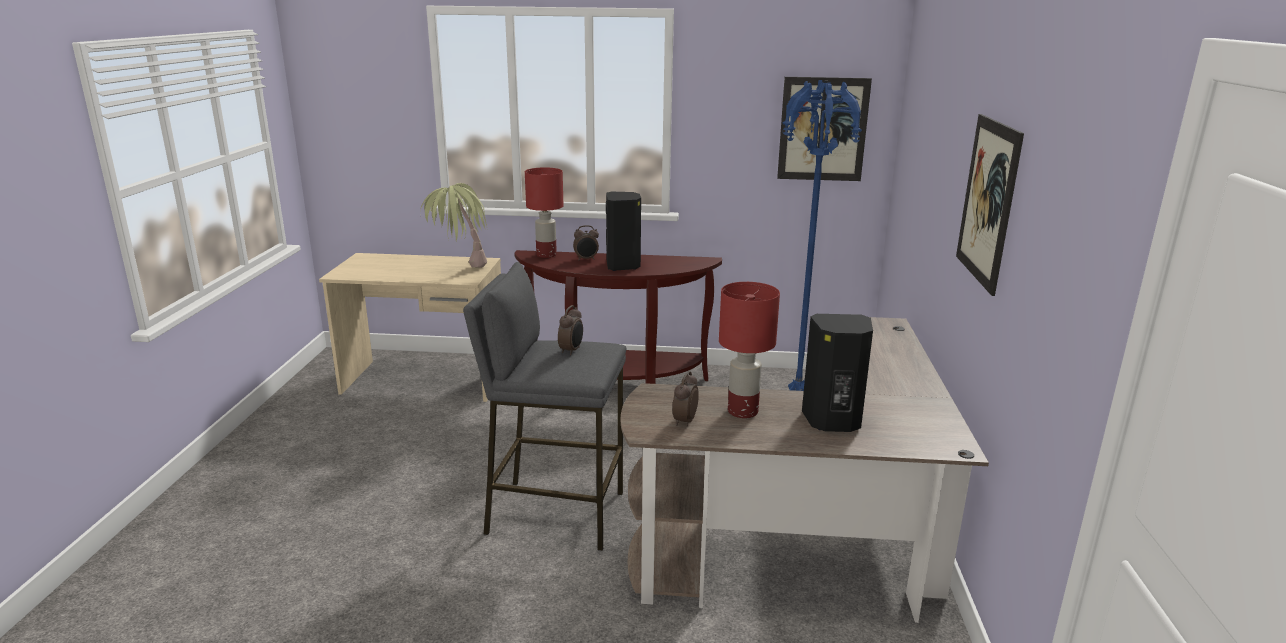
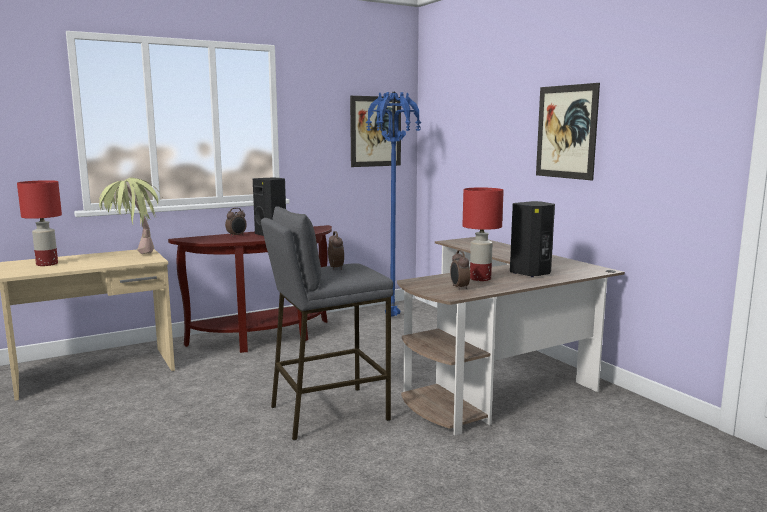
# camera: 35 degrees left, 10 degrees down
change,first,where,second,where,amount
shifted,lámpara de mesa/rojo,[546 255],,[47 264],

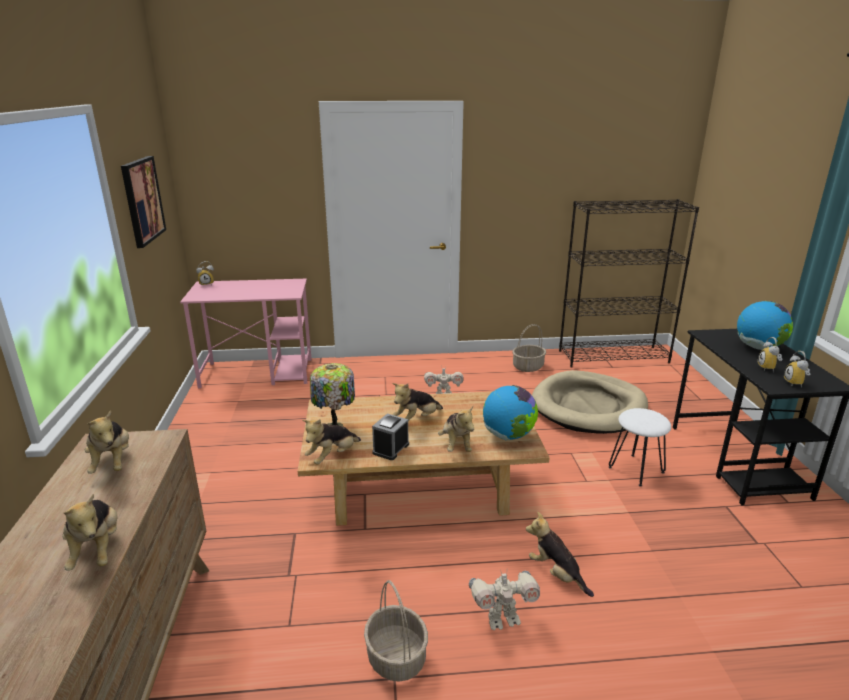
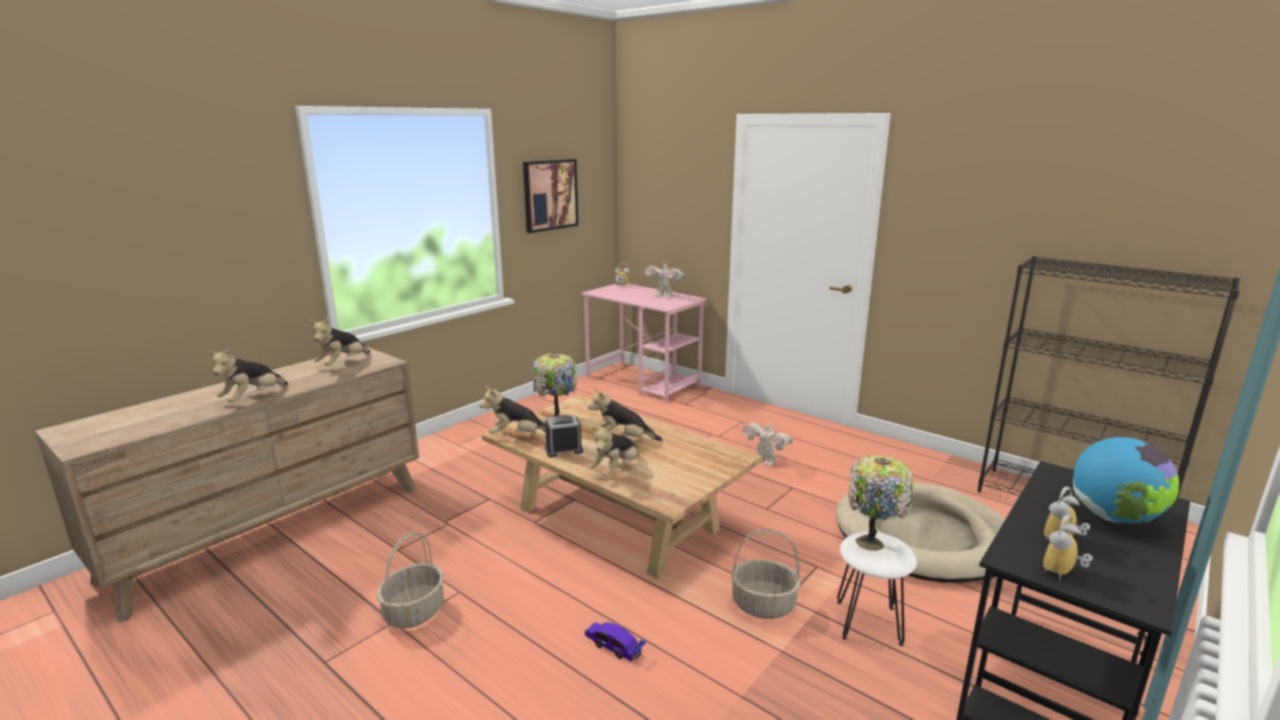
# camera: 45 degrees right, 5 degrees down
change,first,where,second,where,amount
swapped,peluche,[556 574],coche de juguete,[613 646],
shifted,robot de juguete,[502 619],,[664 296],
shifted,cesta,[528 367],,[764 604],
new,,,lámpara de mesa,[872 543],
gone,globo terráqueo,[508 436],,,

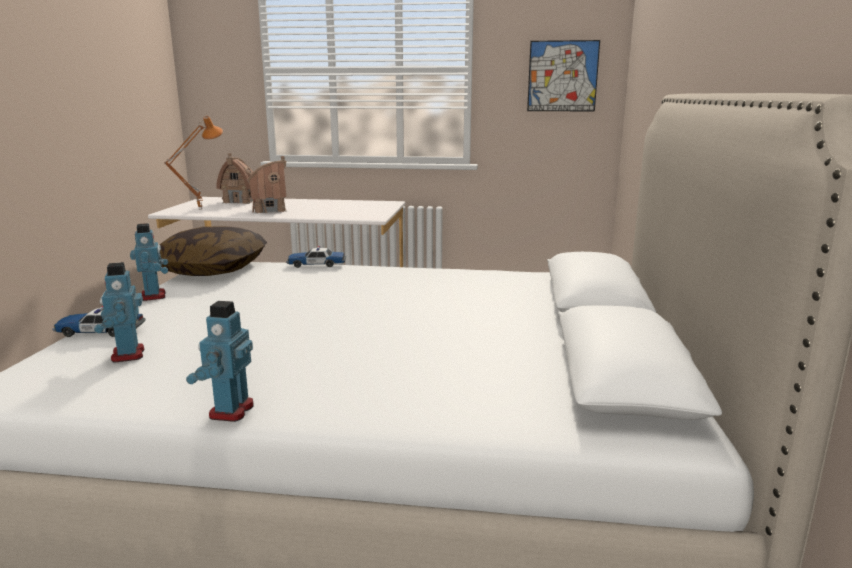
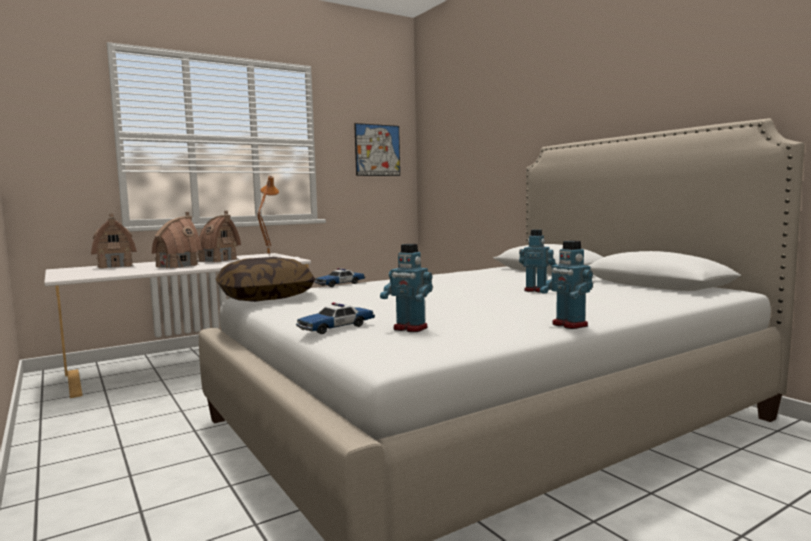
# camera: 40 degrees left, 10 degrees down
change,first,where,second,where,amount
new,,,casita,[218 260],
shifted,lámpara de mesa/naranja,[200 209],,[267 256],
shifted,robot de juguete,[154 296],,[536 290],

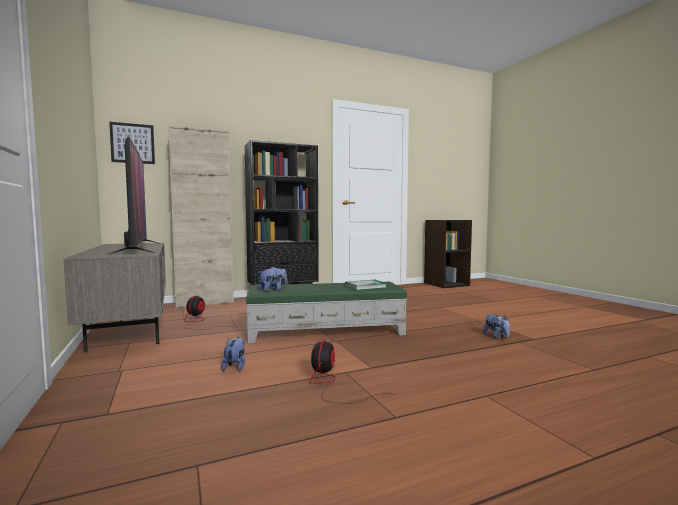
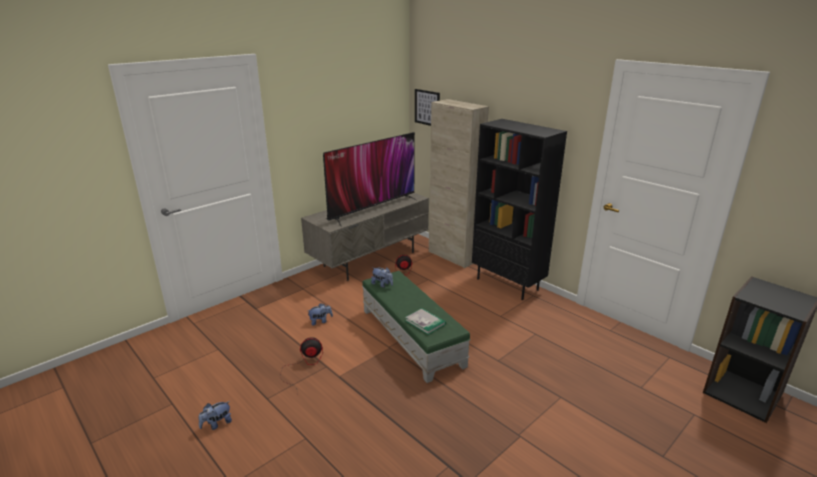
# camera: 70 degrees right, 20 degrees up
change,first,where,second,where,amount
shifted,peluche,[496 337],,[217 424],

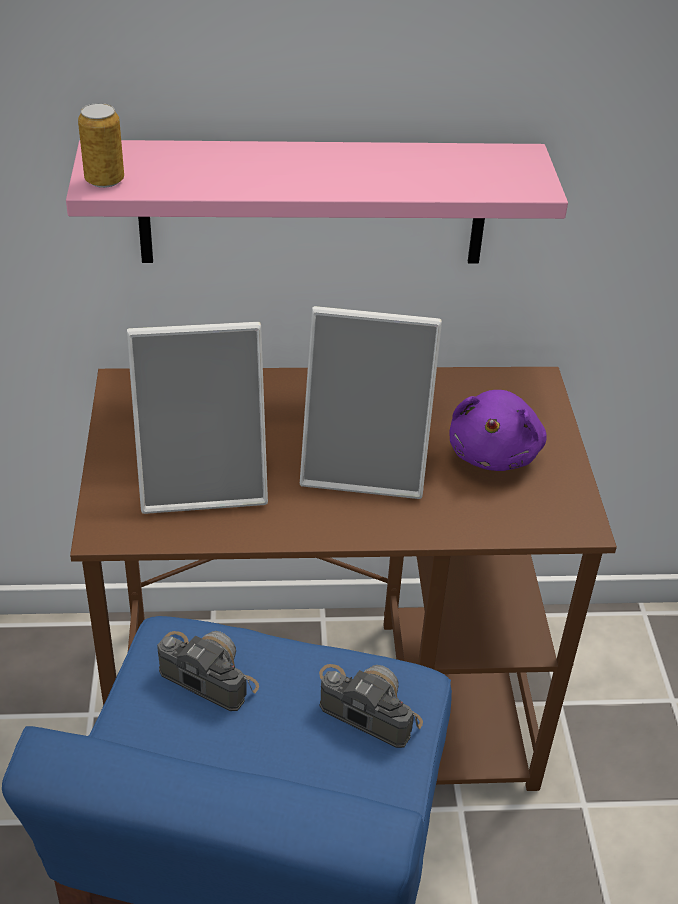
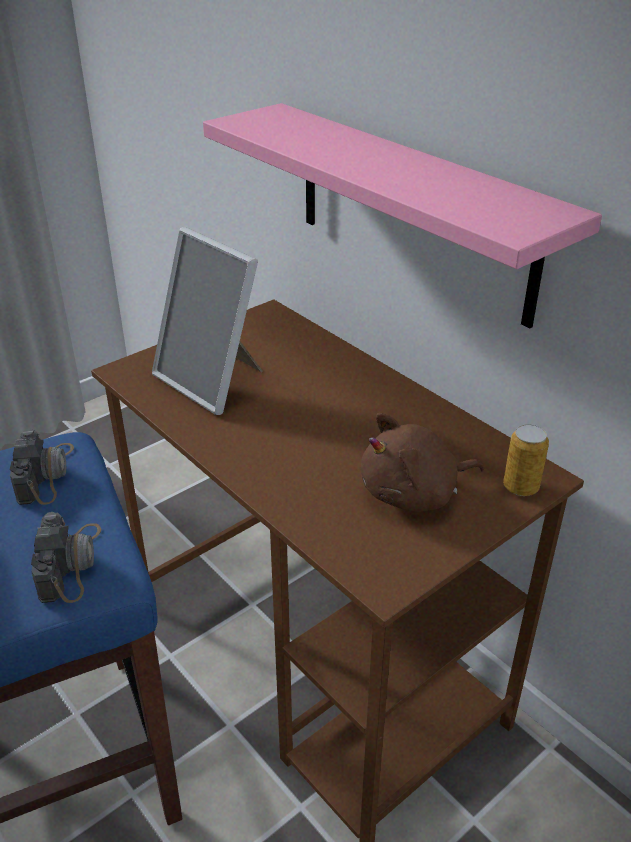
# camera: 55 degrees right, 5 degrees down
change,first,where,second,where,amount
repainted,peluche/morado,[494 453],peluche/marrón,[414 494],
shifted,lata,[104 180],,[520 487],
gone,portarretratos,[366 465],,,

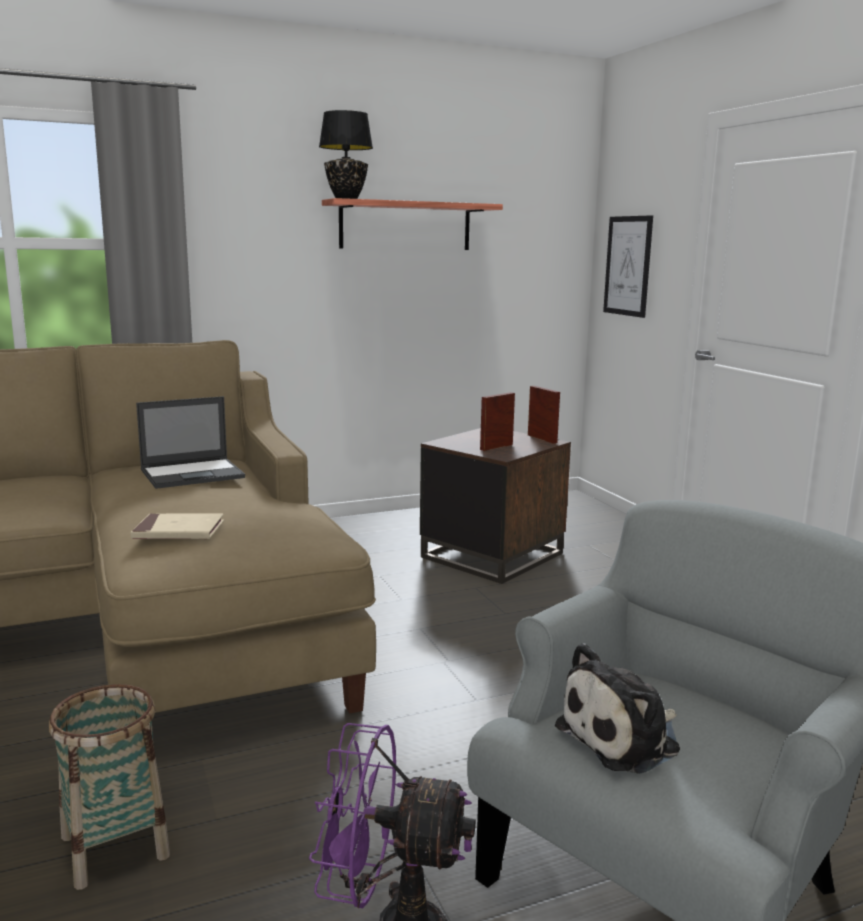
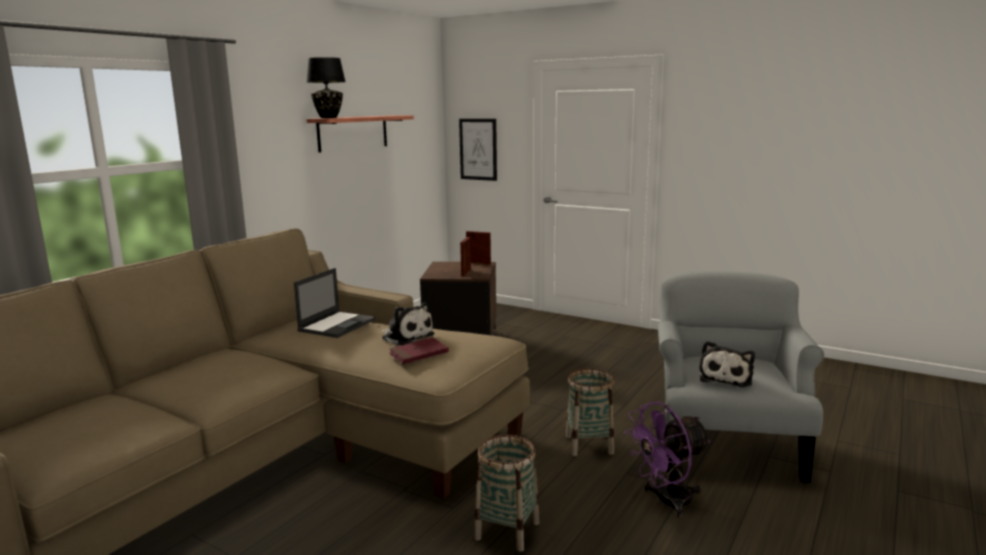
# camera: 35 degrees left, 0 degrees up
change,first,where,second,where,amount
new,,,peluche,[406 336],
repainted,libro/beis,[178 531],libro/rojo,[419 353],
new,,,cesta,[589 445],

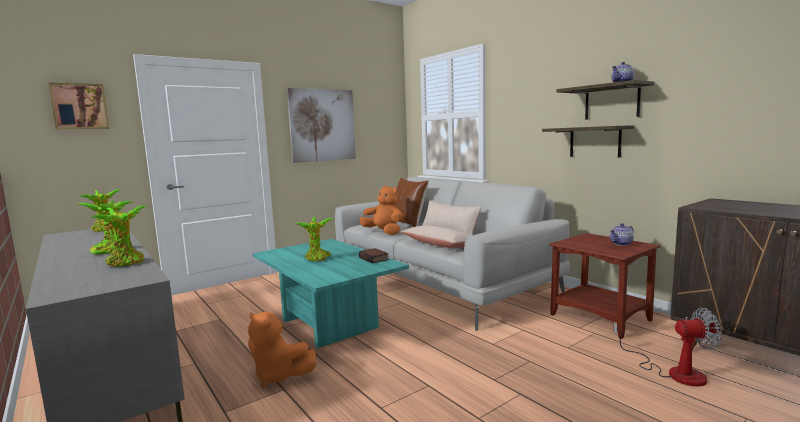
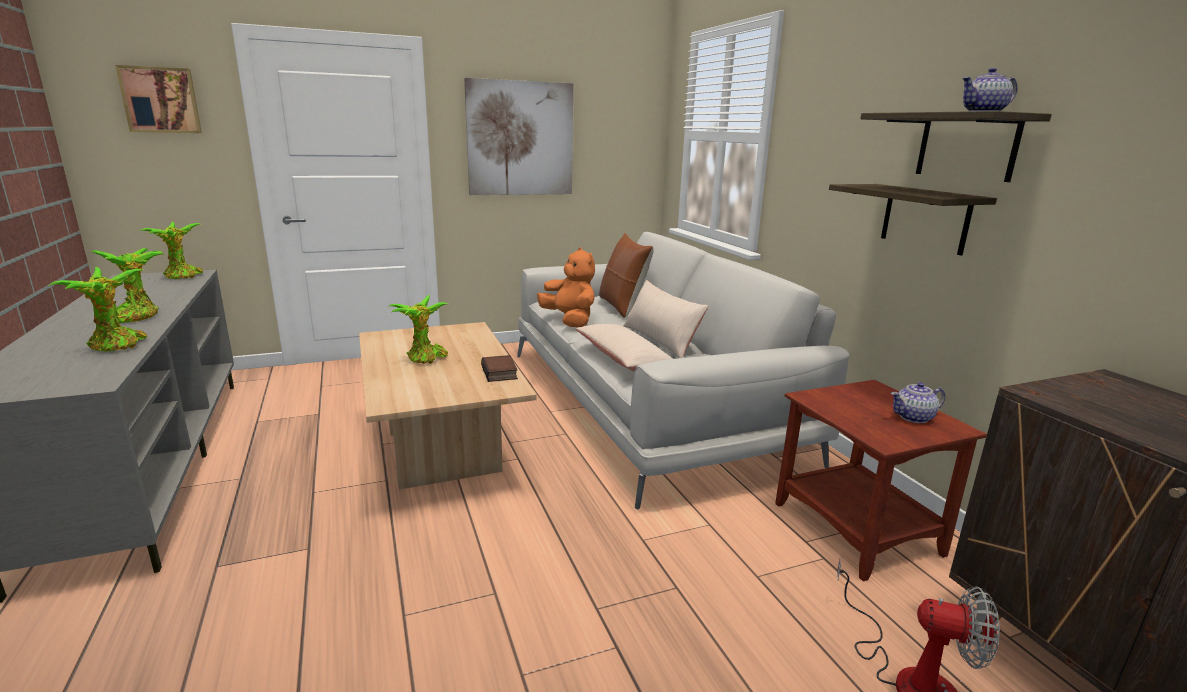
# camera: 15 degrees right, 10 degrees up
change,first,where,second,where,amount
repainted,mesa de centro/turquesa,[329 324],mesa de centro/beis,[443 451],
gone,peluche/naranja,[278 376],,,

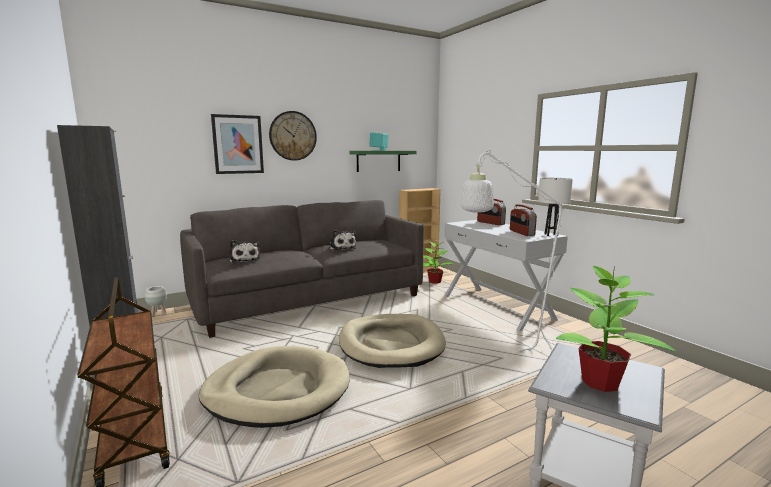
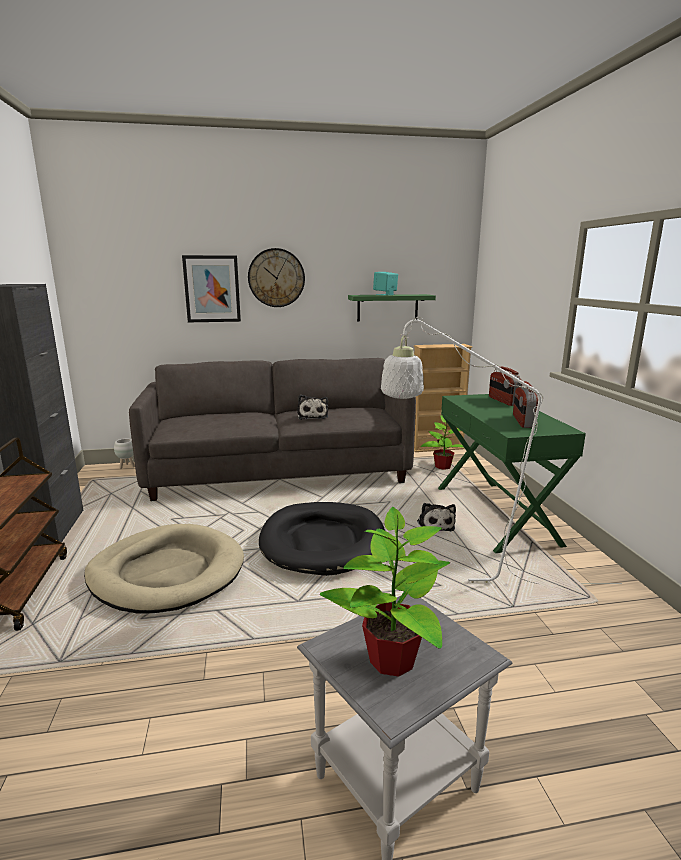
# camera: 20 degrees right, 5 degrees up
change,first,where,second,where,amount
repainted,cama para perro/beis,[391 344],cama para perro/negro,[323 541],
shifted,peluche,[244 260],,[435 525],
repainted,mesa consola/blanco,[497 307],mesa consola/verde,[495 514],
gone,lámpara de mesa/blanco,[551 235],,,

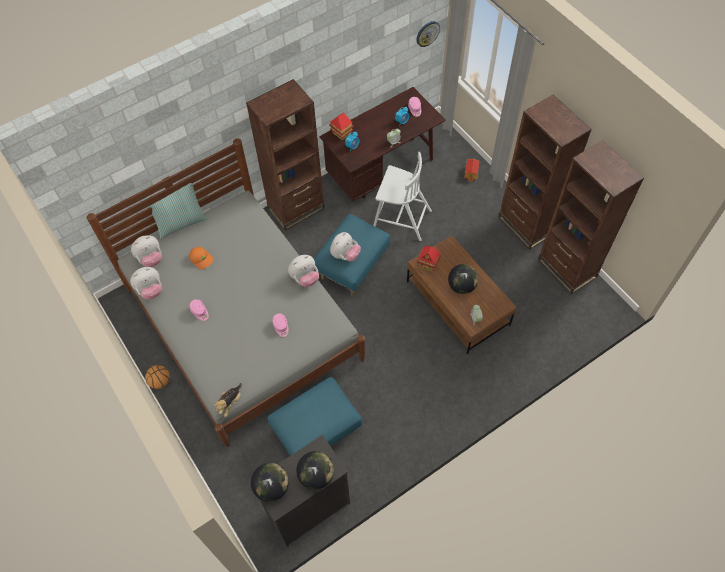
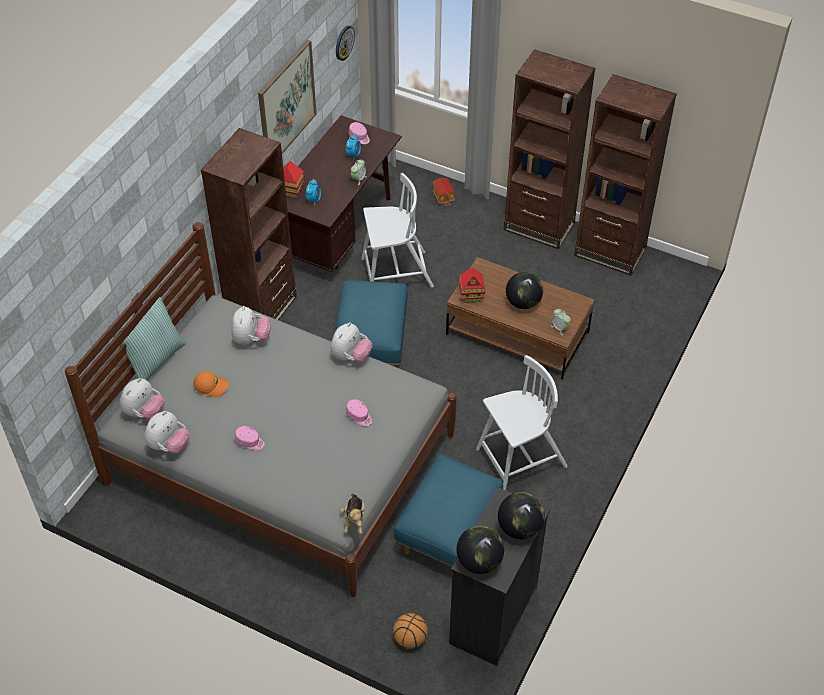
# camera: 30 degrees left, 10 degrees down
change,first,where,second,where,amount
shifted,peluche,[345 255],,[251 339],
new,,,cuadro,[286 103],
shifted,balón de baloncesto,[160 381],,[409 639],
new,,,silla/blanco,[520 459],

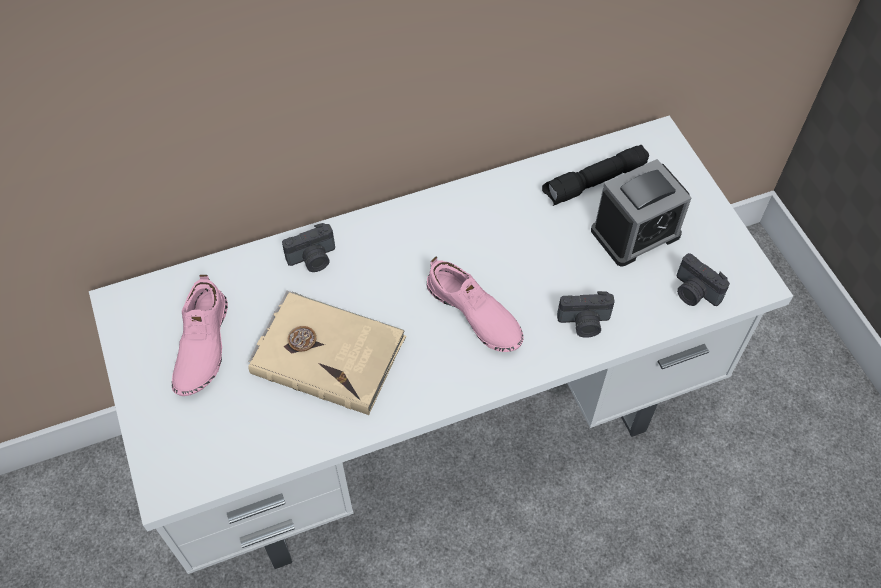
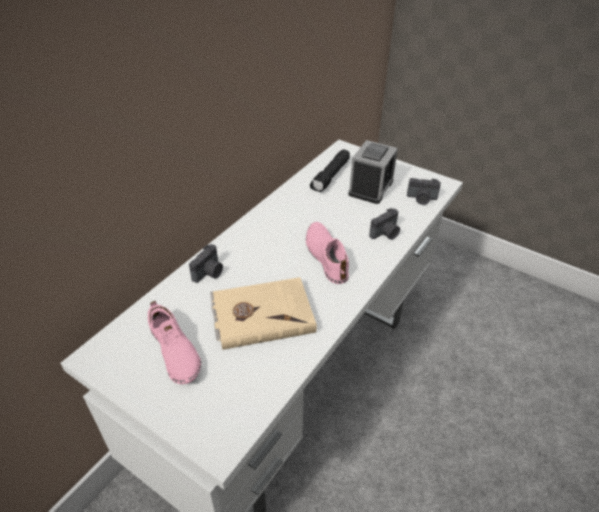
# camera: 35 degrees left, 15 degrees down
change,first,where,second,where,amount
rotated,zapato/rosa,[473 314],,[327 256],120 degrees counterclockwise

